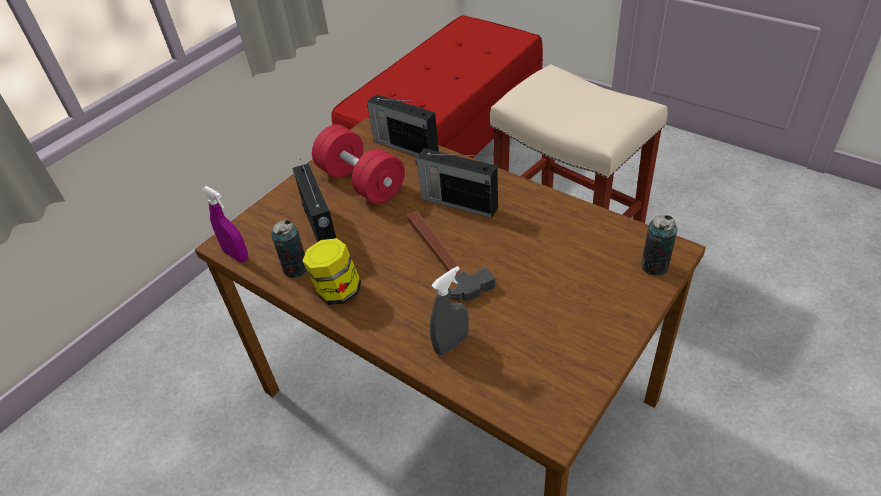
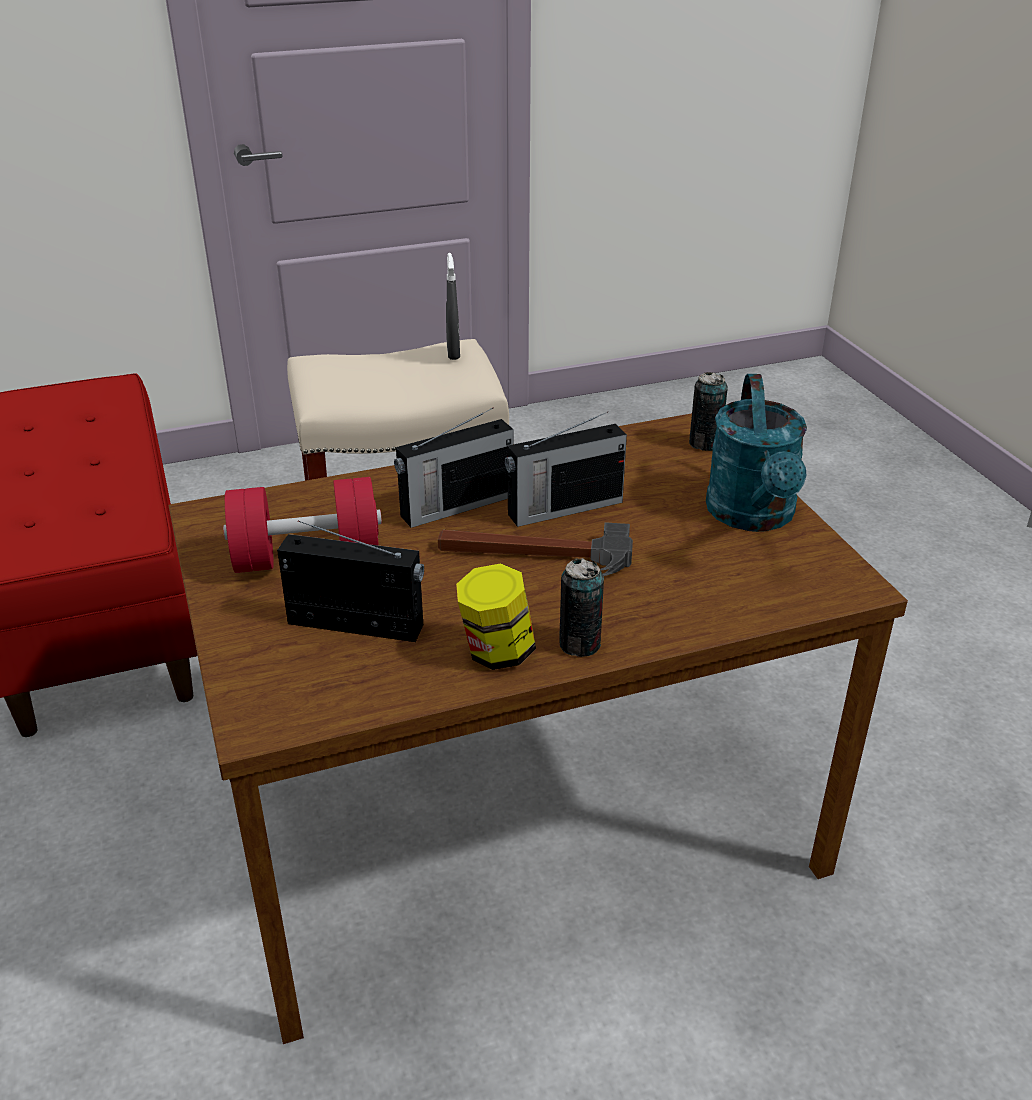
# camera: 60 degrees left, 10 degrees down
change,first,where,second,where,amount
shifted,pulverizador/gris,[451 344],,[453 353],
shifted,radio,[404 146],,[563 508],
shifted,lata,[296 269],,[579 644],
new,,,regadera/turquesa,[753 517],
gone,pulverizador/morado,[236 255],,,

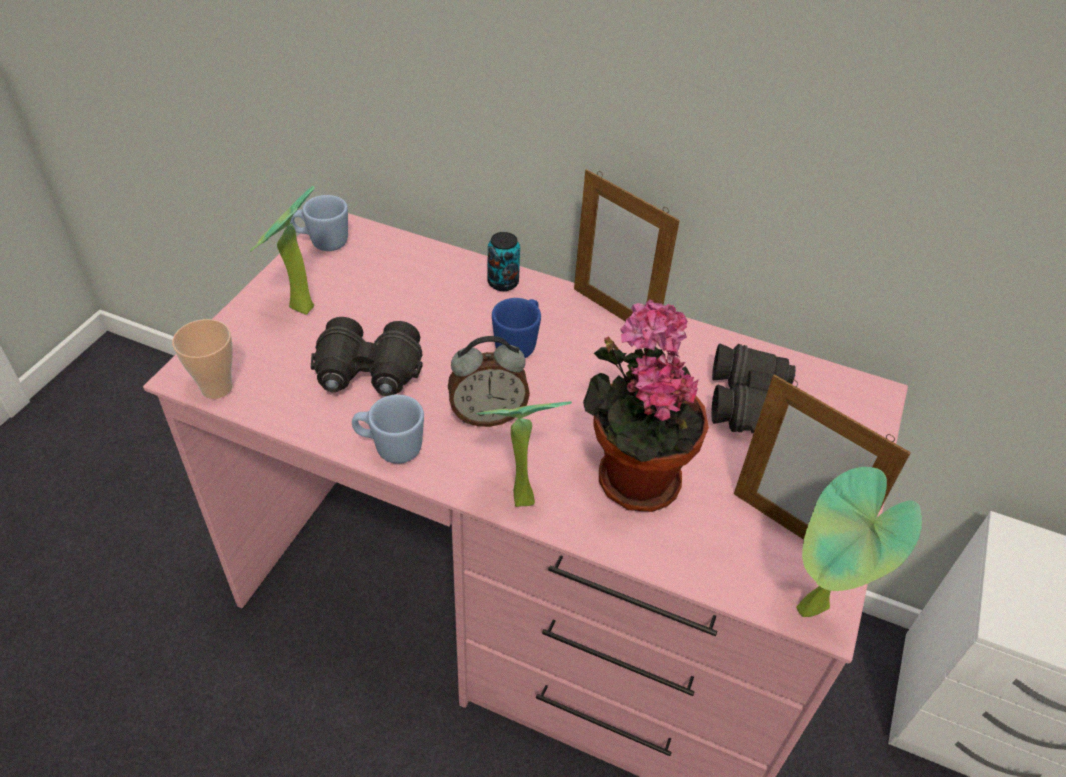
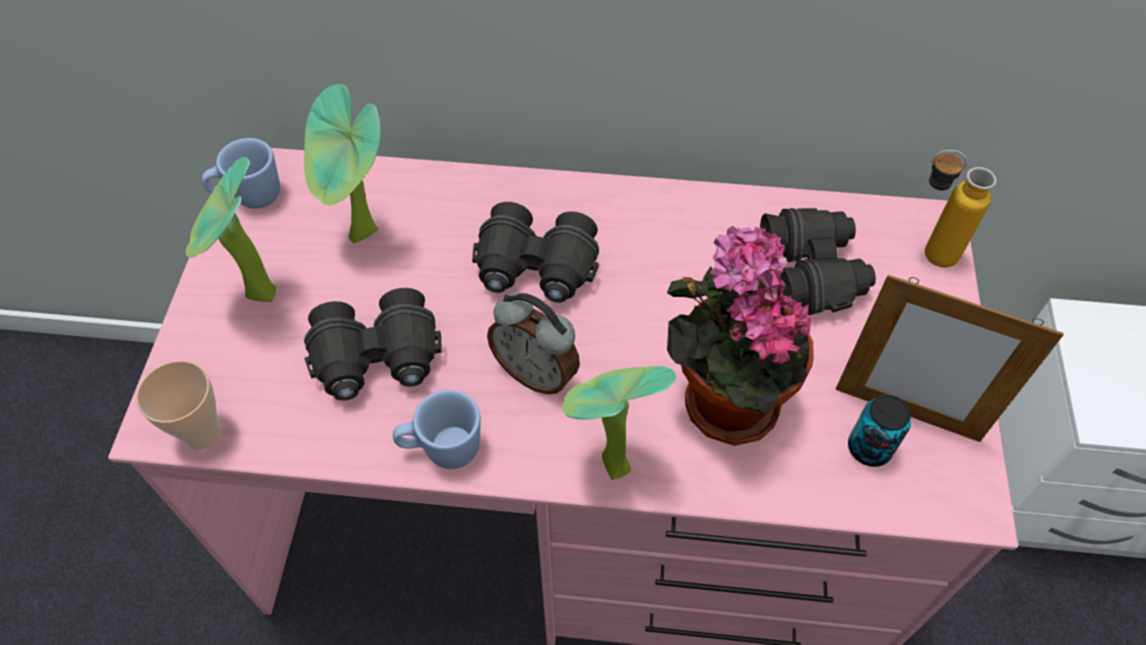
# camera: 15 degrees left, 10 degrees up
change,first,where,second,where,amount
shifted,planta en maceta,[812 613],,[363 238],
swapped,taza grande/azul,[519 344],prismáticos/negro,[536 269],
rotated,despertador,[488 415],,[536 372],60 degrees clockwise
shifted,lata,[503 282],,[869 448],
new,,,botella,[926 252],
gone,portarretratos,[614 313],,,

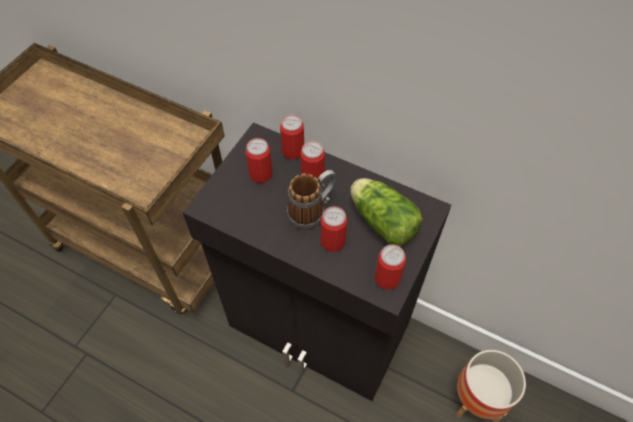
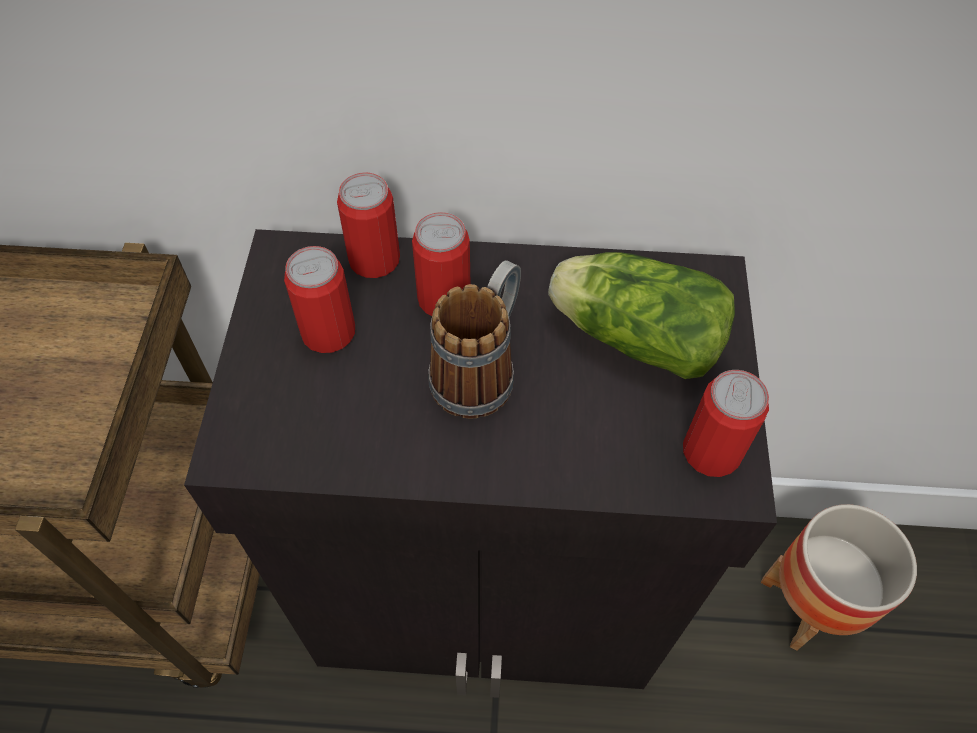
# camera: 25 degrees left, 0 degrees up
change,first,where,second,where,amount
gone,lata,[333 241],,,

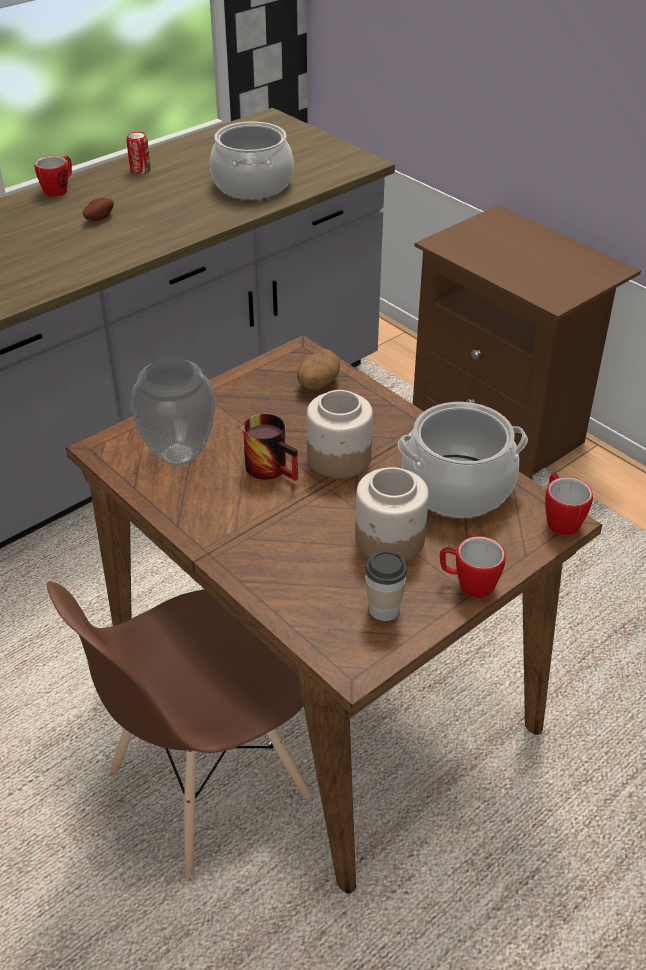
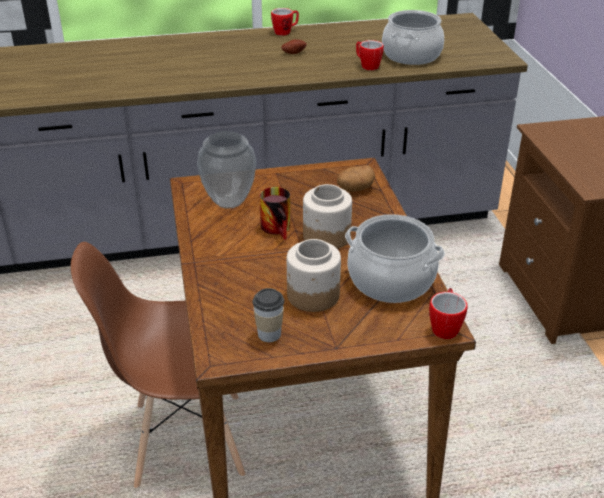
# camera: 30 degrees right, 5 degrees down
change,first,where,second,where,amount
shifted,taza grande,[468 584],,[367 66],
gone,lata,[140 170],,,

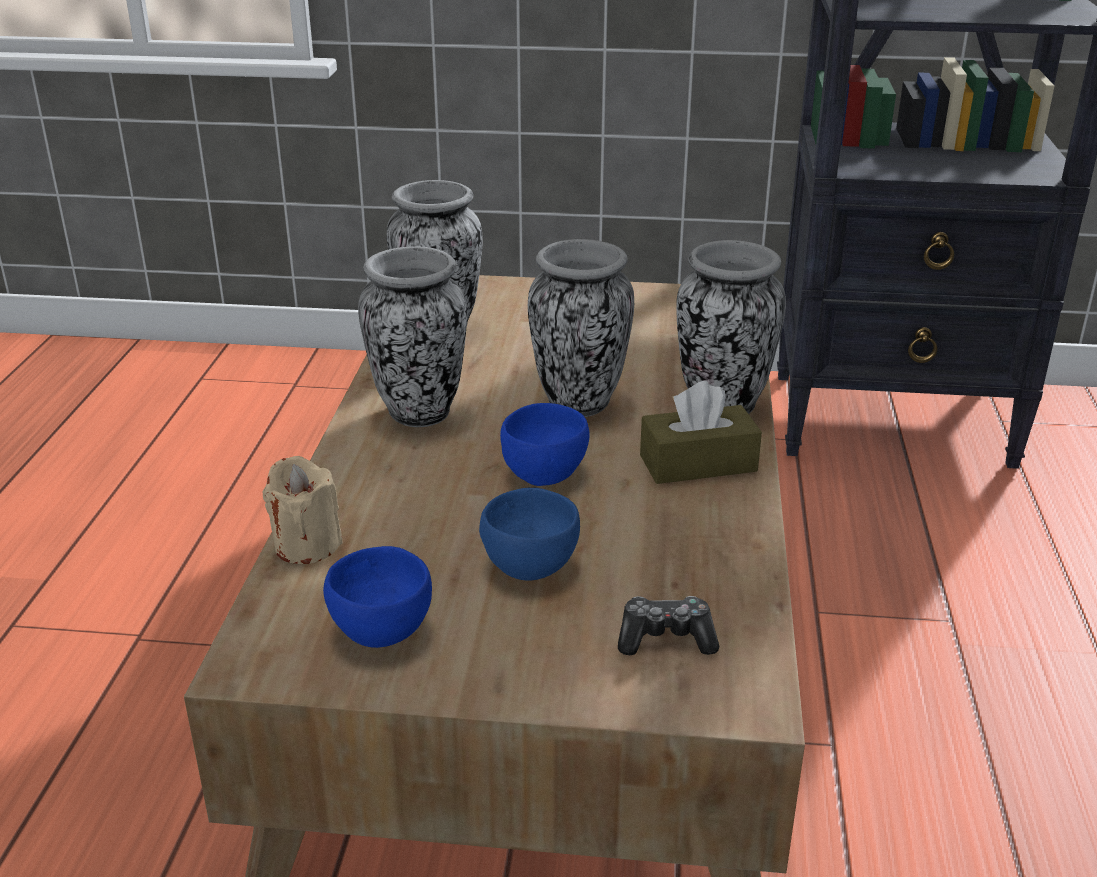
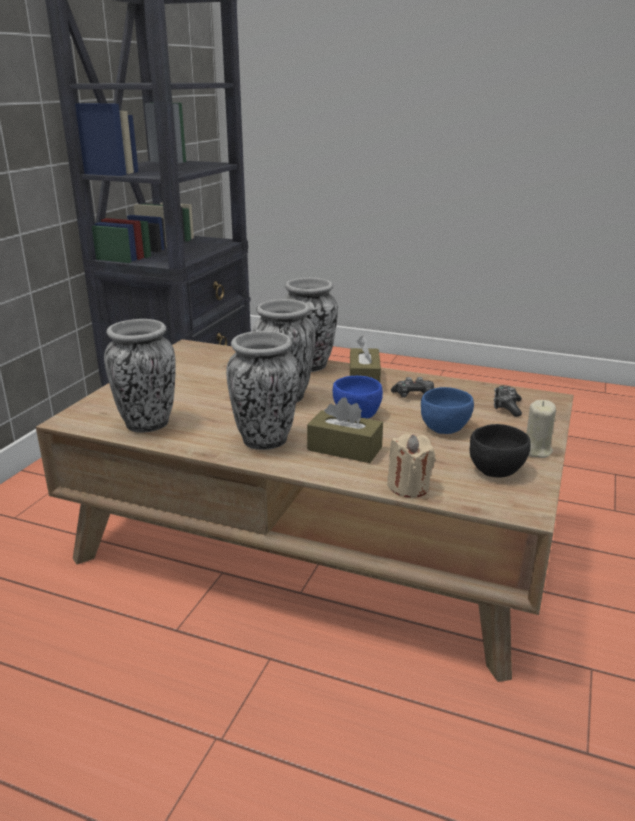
# camera: 75 degrees left, 5 degrees down
change,first,where,second,where,amount
new,,,caja de pañuelos/marrón,[344 449],
new,,,mando de consola,[413 395],
repainted,cuenco/azul,[382 628],cuenco/negro,[495 469],
new,,,vela/beis,[535 450],

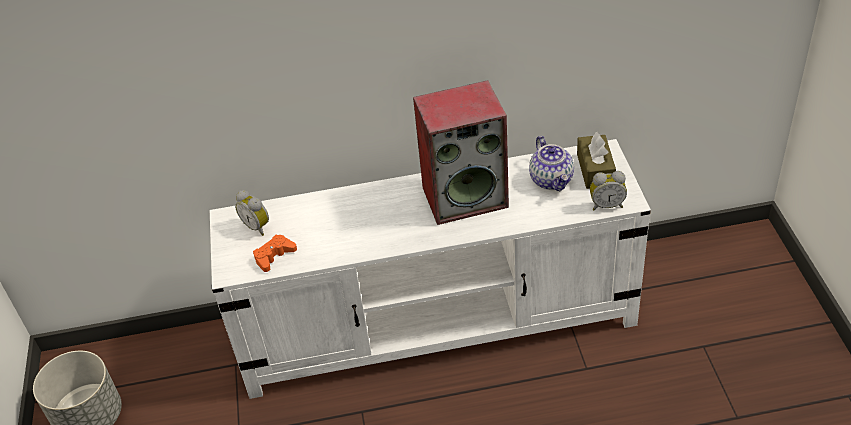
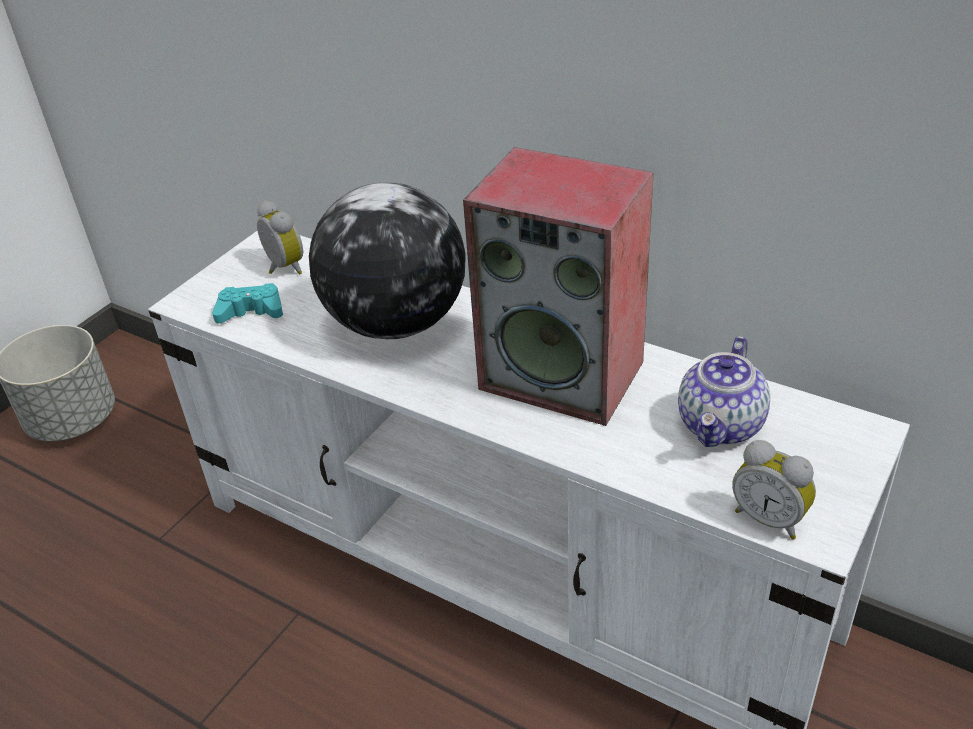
# camera: 40 degrees right, 5 degrees down
change,first,where,second,where,amount
repainted,mando de consola/naranja,[274 256],mando de consola/turquesa,[251 311],
rotated,despertador,[258 226],,[283 268],150 degrees clockwise
new,,,globo terráqueo,[395 323],
gone,caja de pañuelos/marrón,[595 170],,,

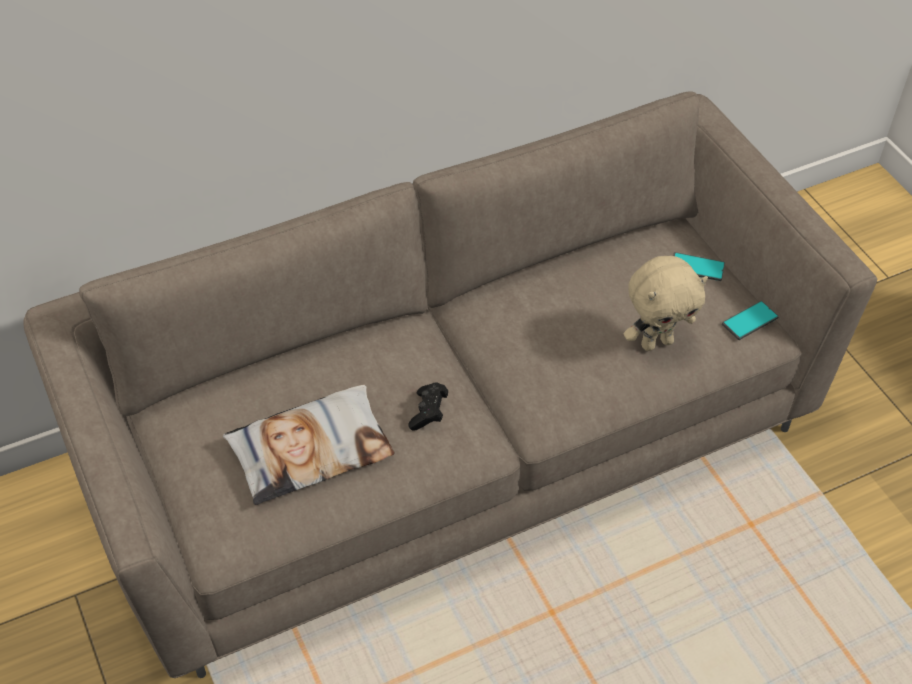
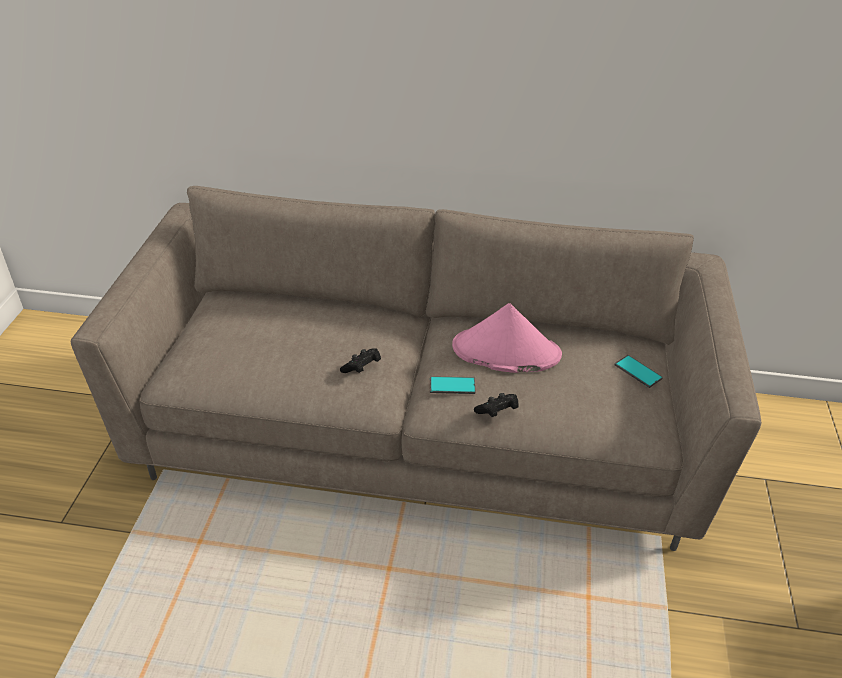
# camera: 35 degrees right, 10 degrees down
change,first,where,second,where,amount
shifted,móvil,[750 321],,[452 386],
new,,,sombrero/rosa,[505 351],
new,,,mando de consola/negro,[497 412],
gone,cojín,[311 450],,,
gone,peluche/beis,[656 342],,,

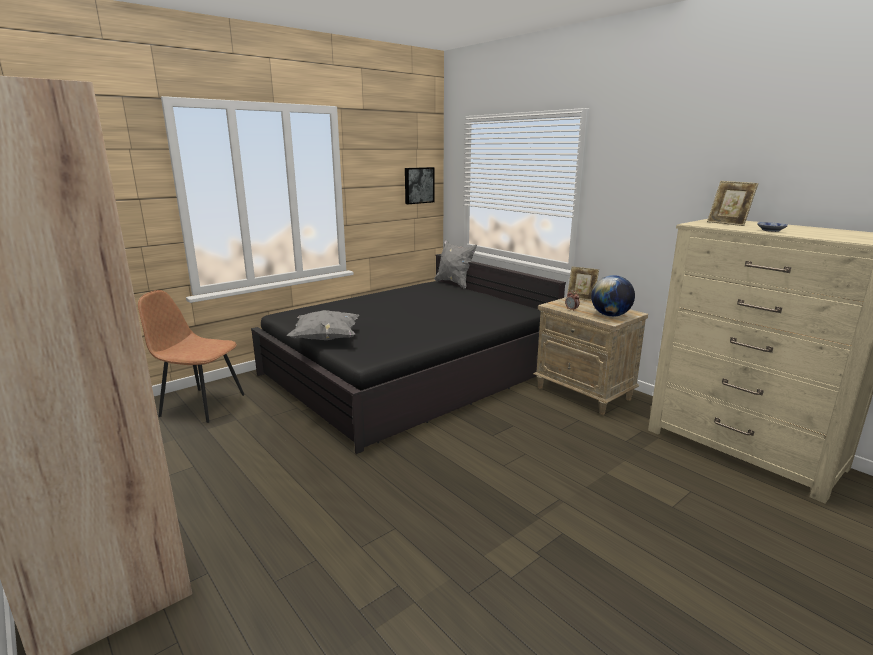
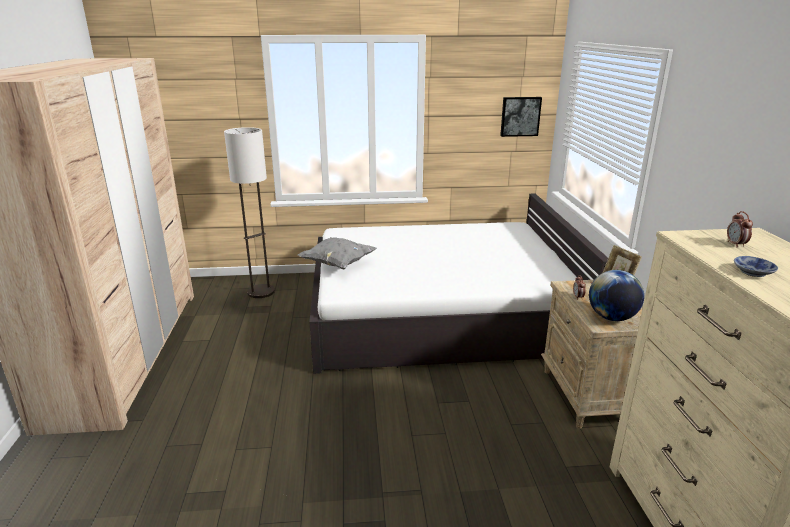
# camera: 35 degrees right, 5 degrees up
change,first,where,second,where,amount
swapped,silla/marrón,[201 405],lámpara de pie,[261 292],
repainted,cama/negro,[410 372],cama/blanco,[439 312],
swapped,portarretratos,[728 223],despertador,[735 244],
gone,cojín/gris,[454 283],,,

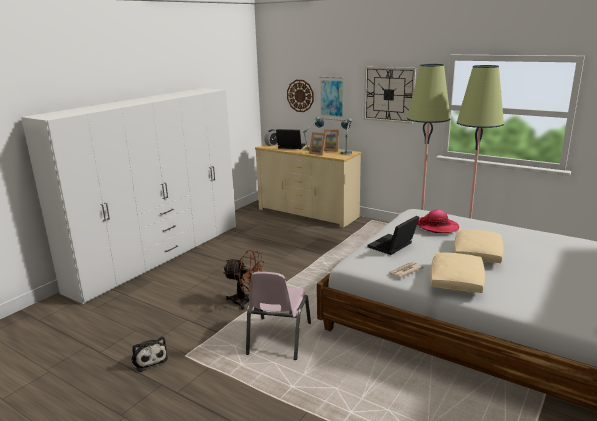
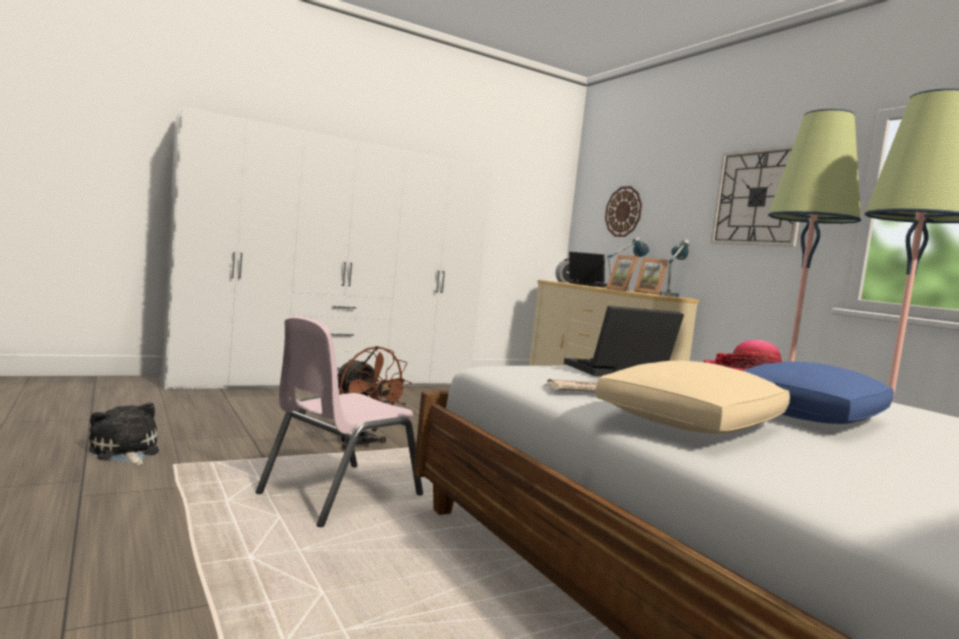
# camera: 25 degrees right, 15 degrees down
change,first,where,second,where,amount
rotated,peluche,[149 359],,[125 452],150 degrees clockwise
repainted,cojín/beis,[477 254],cojín/azul,[807 416],
gone,cuadro,[331 98],,,

